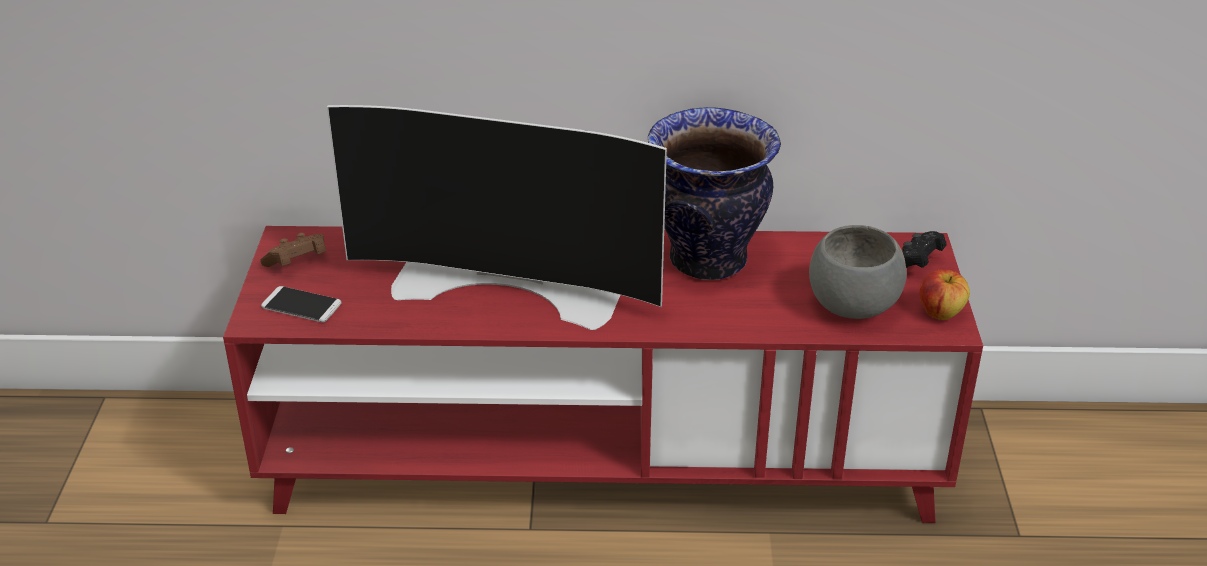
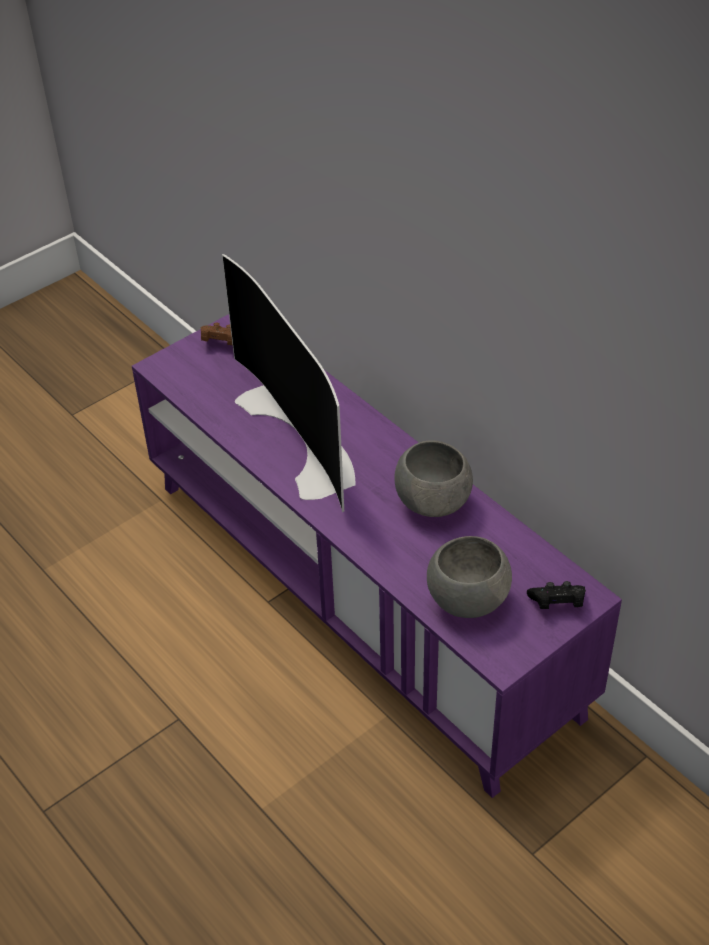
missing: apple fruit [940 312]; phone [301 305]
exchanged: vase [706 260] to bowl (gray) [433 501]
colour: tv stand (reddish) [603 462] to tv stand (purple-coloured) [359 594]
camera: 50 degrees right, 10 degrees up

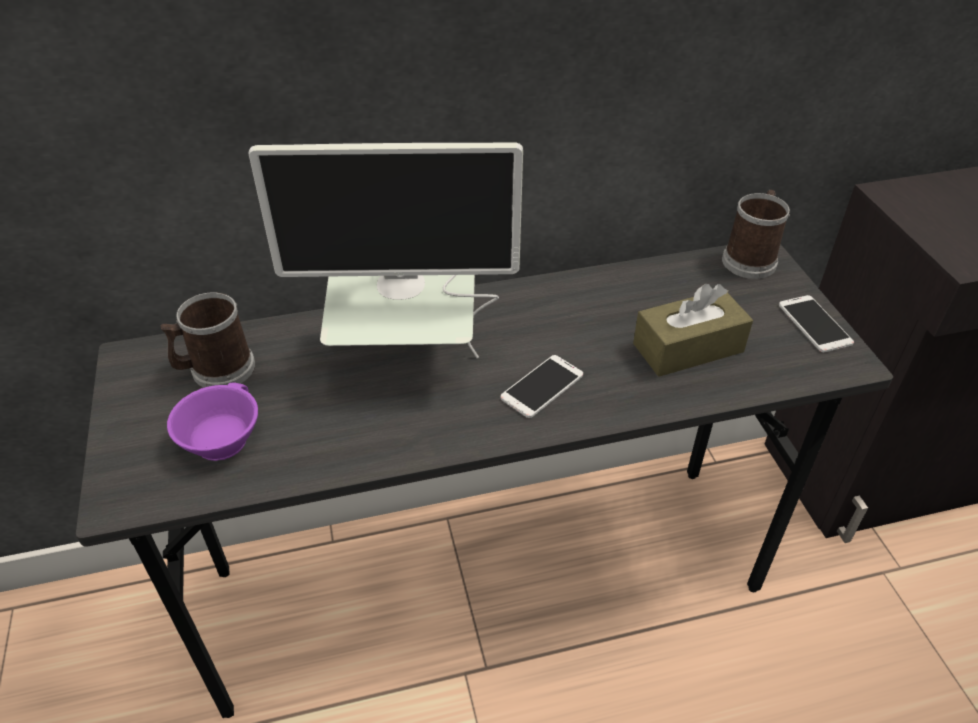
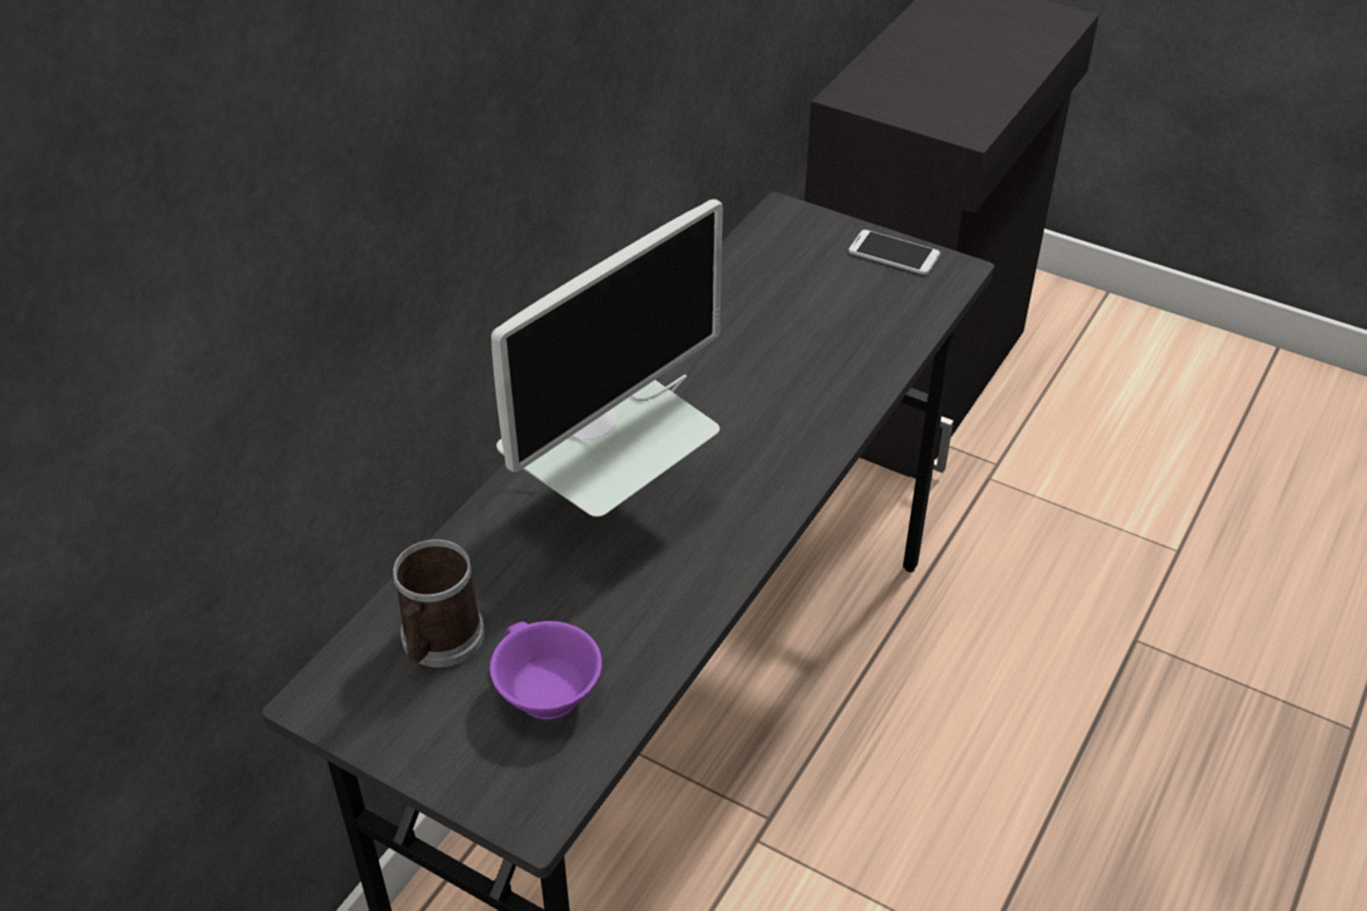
missing: coffee mug [750 258]; tissue holder (brown-coloured) [688 348]; phone [542 386]
camera: 45 degrees left, 0 degrees up

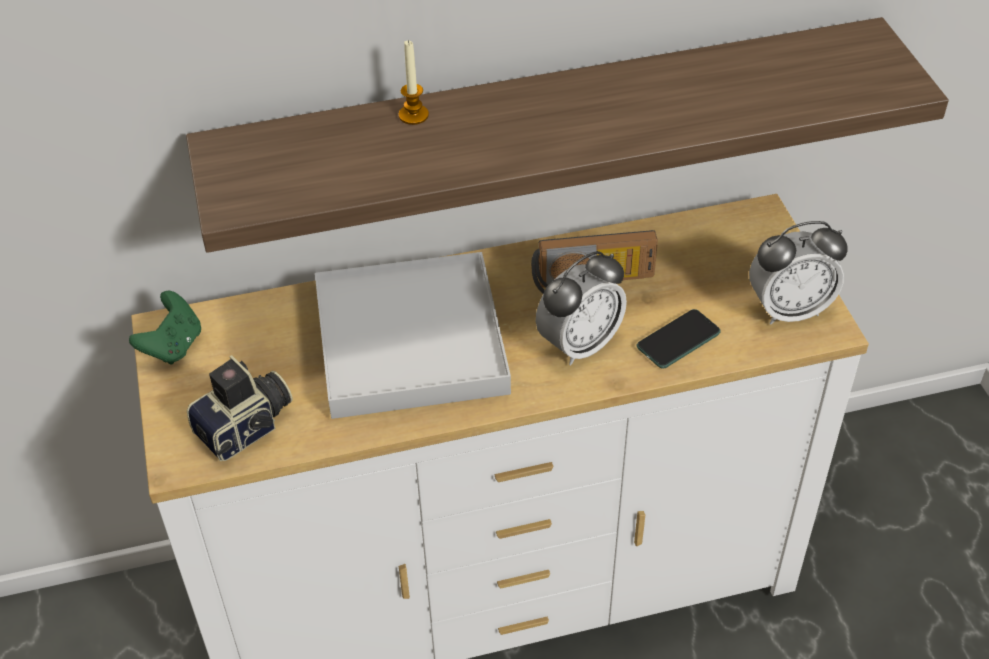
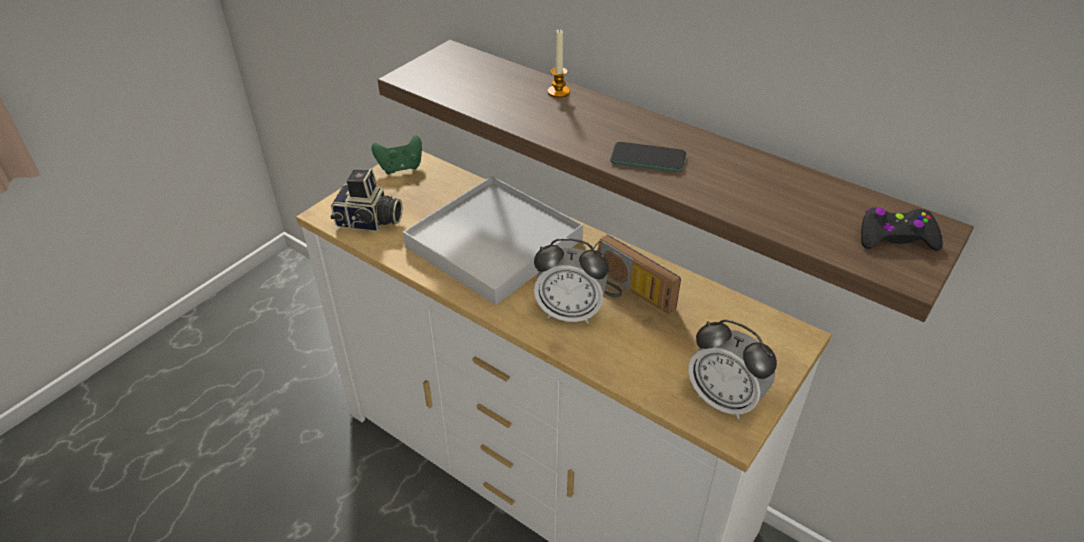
appeared: gamepad (blackish) [895 238]
relocated: phone [678 340] to [648 158]
camera: 50 degrees right, 5 degrees down

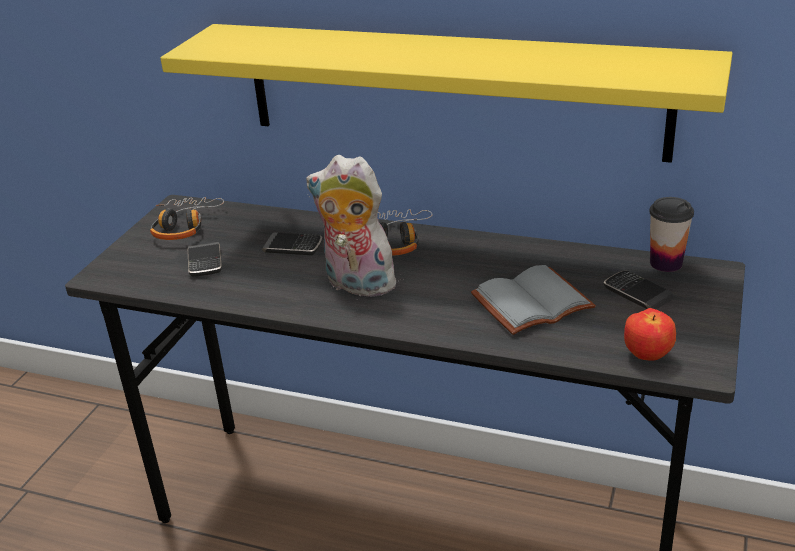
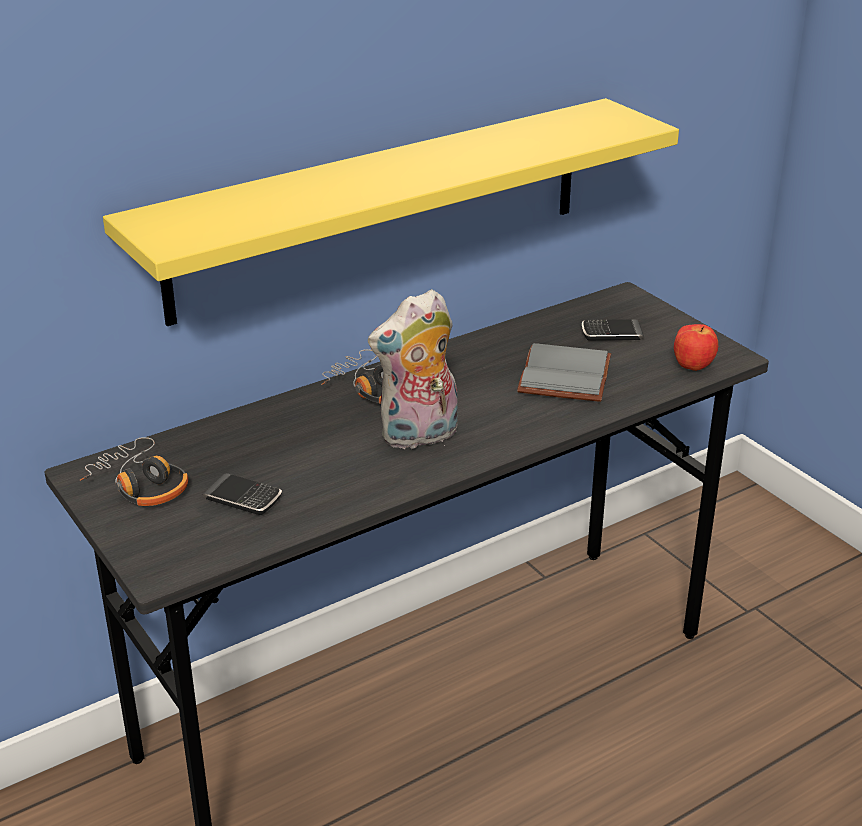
missing: drinking cup [666 263]; phone [293 247]
camera: 55 degrees left, 0 degrees up

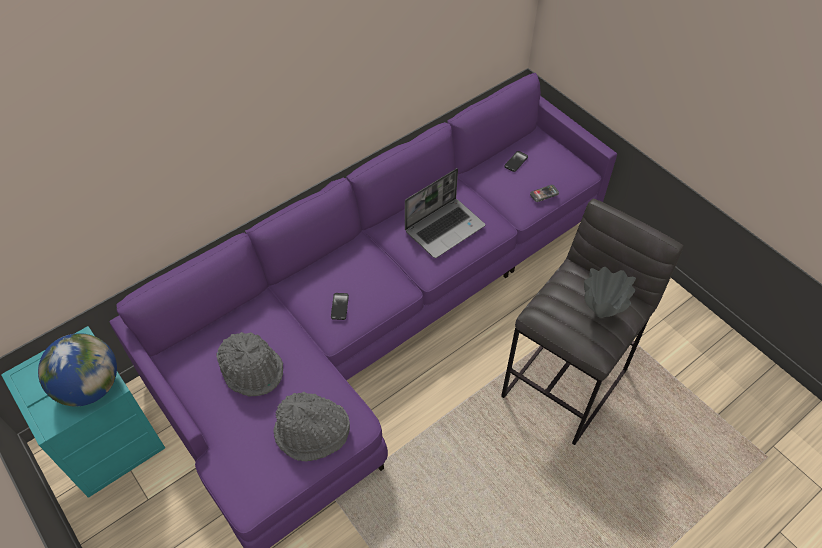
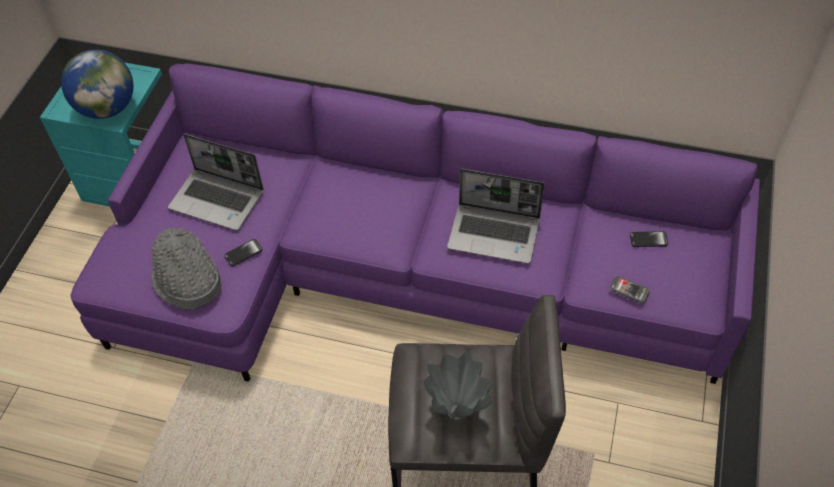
relocated: phone [339 306] to [243 253]
exchanged: hat (gray) [252 369] to portable computer [218 200]
camera: 55 degrees right, 0 degrees up

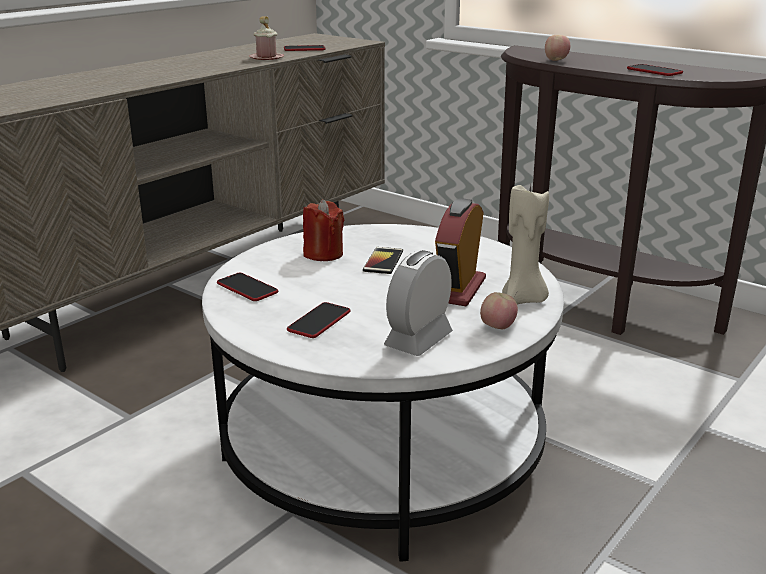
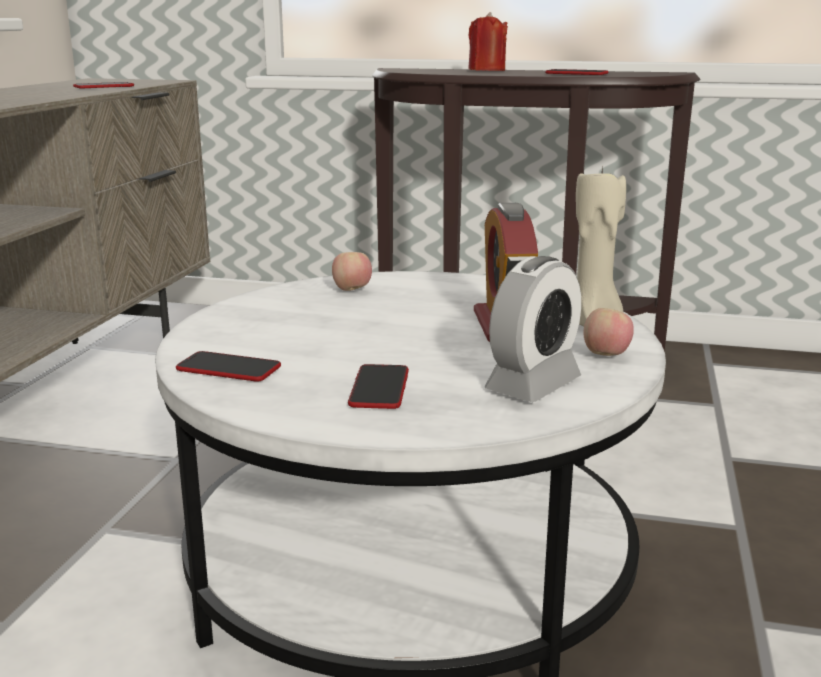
missing: coffee mug (pink-coloured) [266 58]; phone [383 261]
relocated: apple fruit [556 60] to [352 290]; wax candle (reddish) [323 254] to [486 70]
spun: table clock [418 340] = [533 385] 150 degrees counterclockwise
camera: 25 degrees left, 5 degrees down

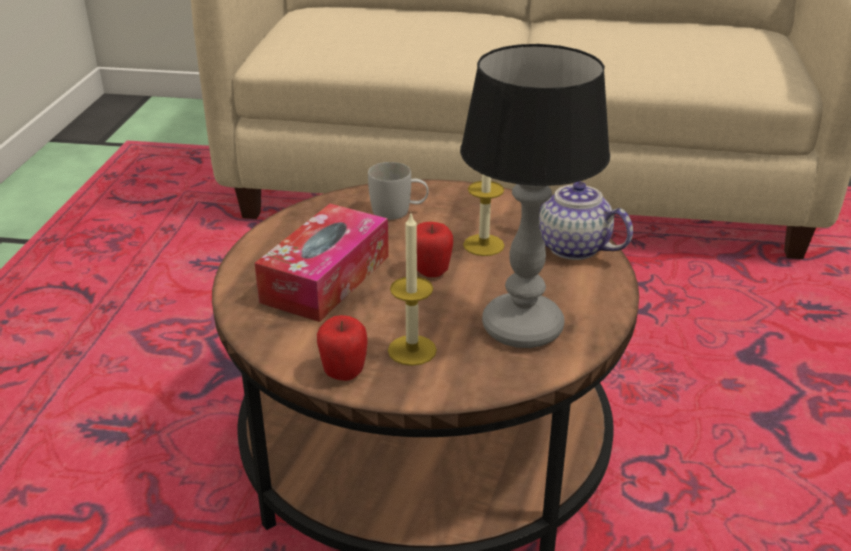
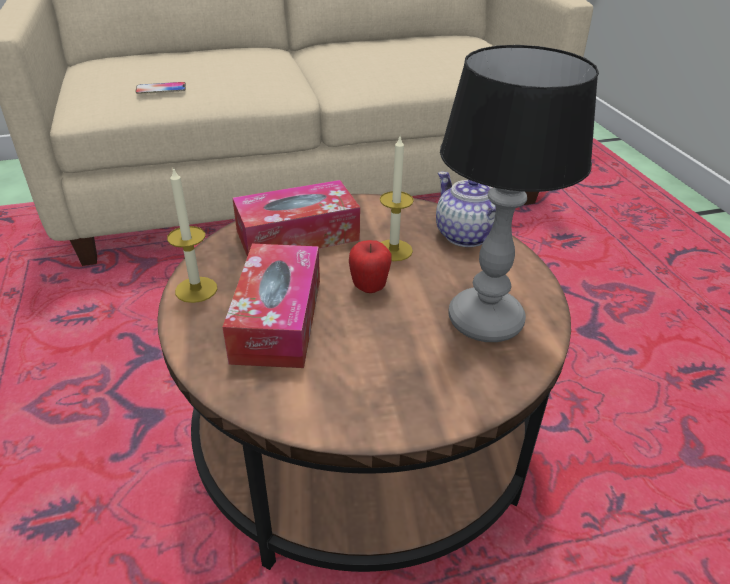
missing: apple fruit [344 373]
appeared: phone [161 89]
relocated: wax candle [412 350] to [196 289]
exchanged: coffee mug (white) [398 212] to tissue holder [297 235]
spun: teapot [572 247] = [464 235] 45 degrees clockwise
camera: 25 degrees left, 5 degrees up

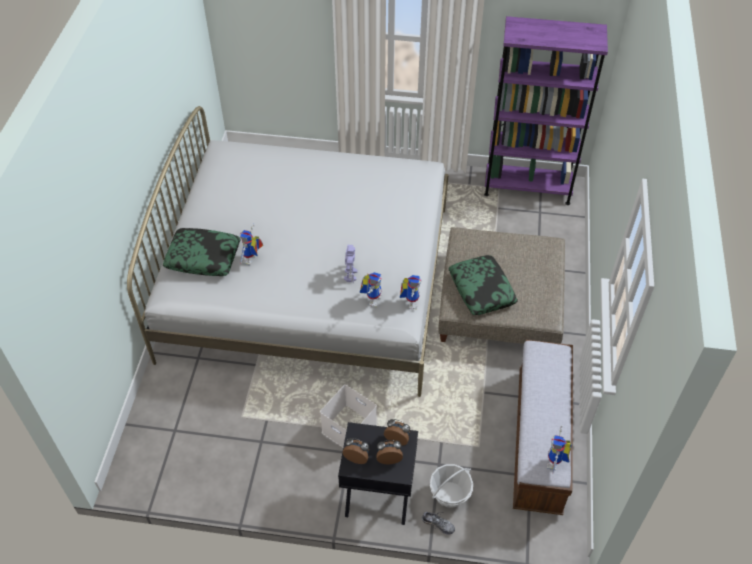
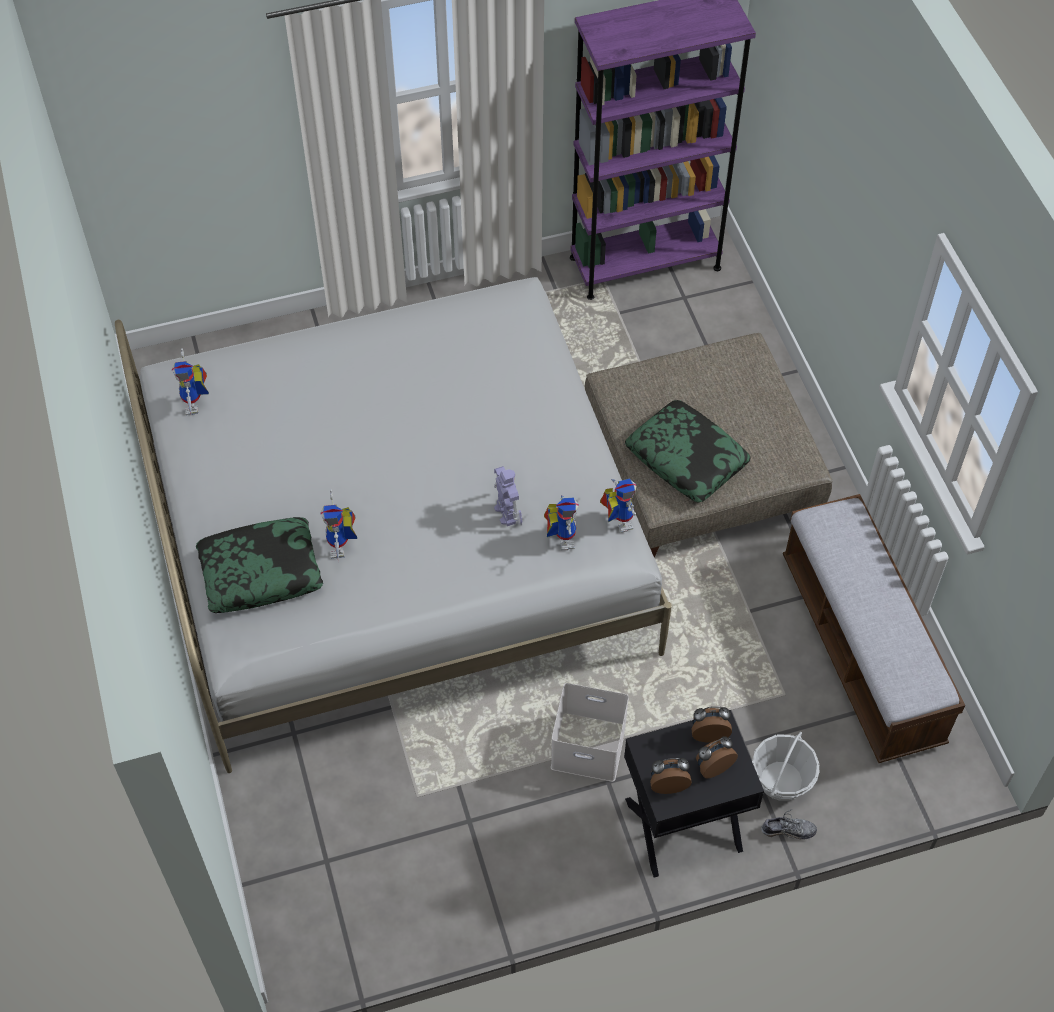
relocated: model robot [555 463] to [196 405]
camera: 25 degrees left, 5 degrees up

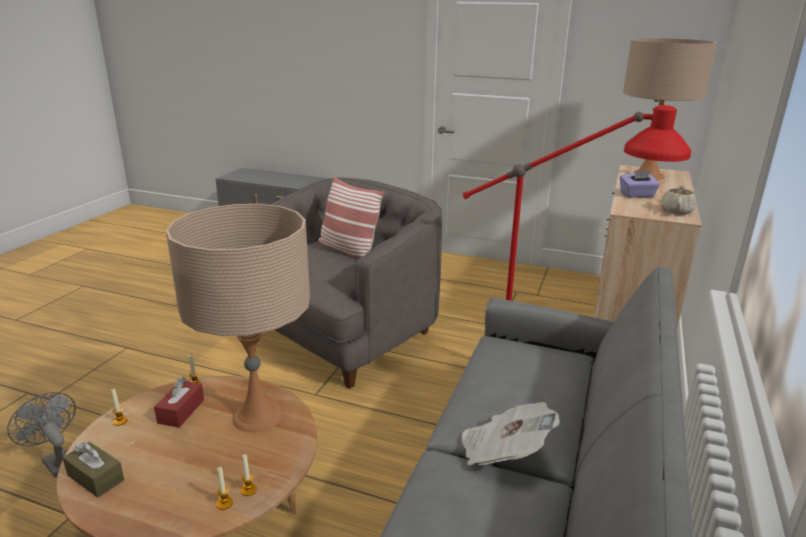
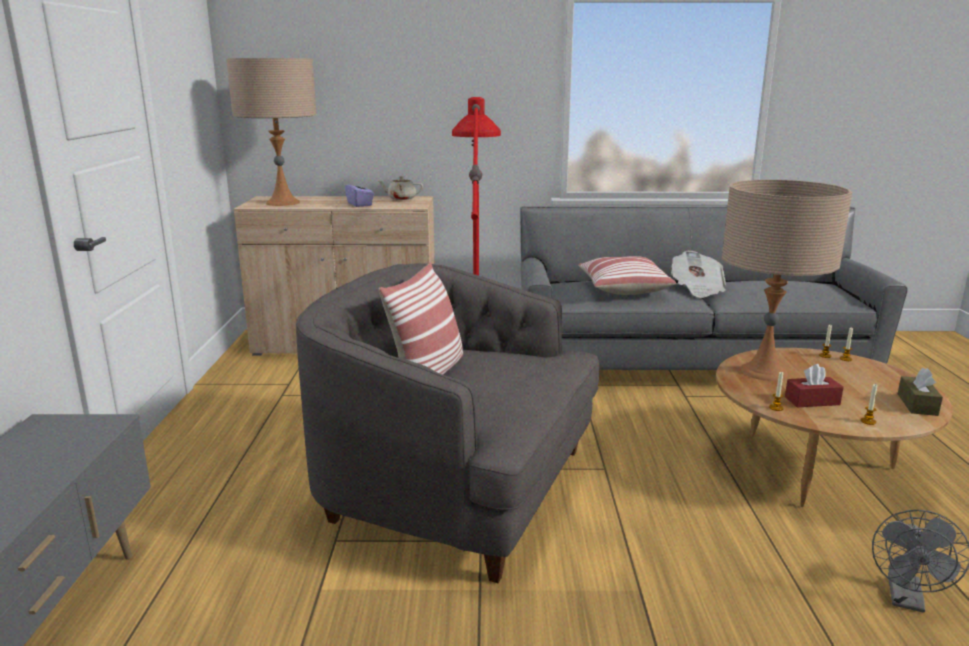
appeared: cushion [623 288]
camera: 110 degrees left, 5 degrees down

